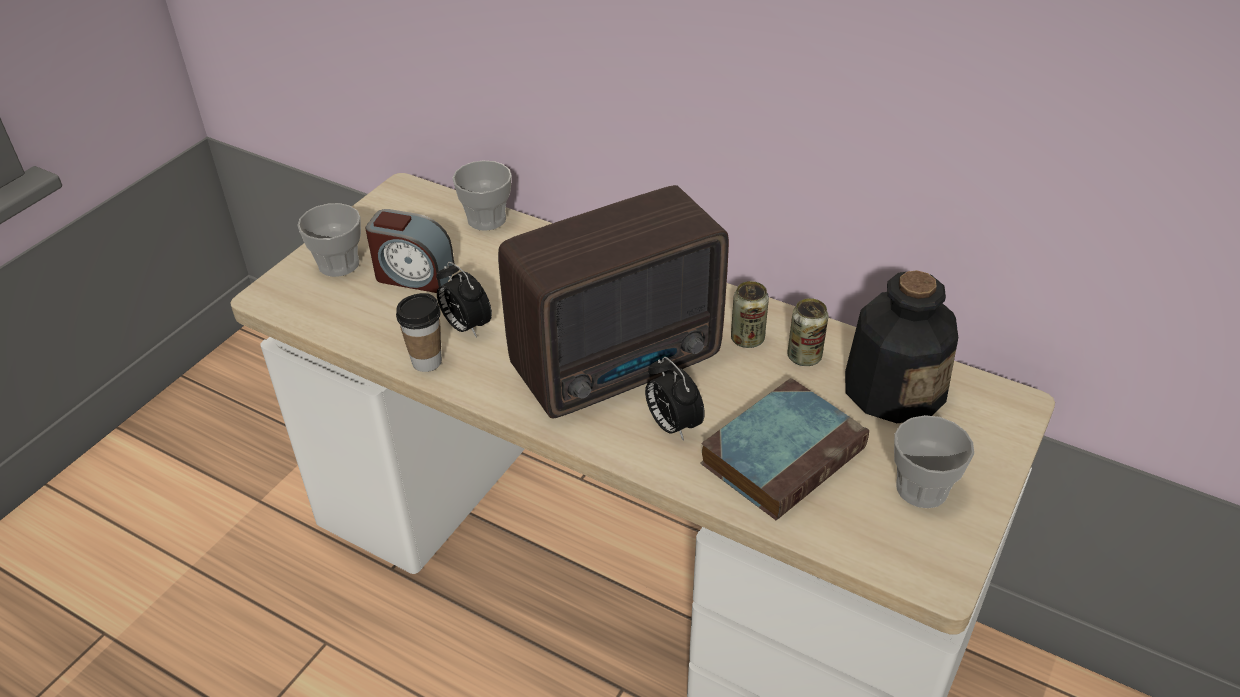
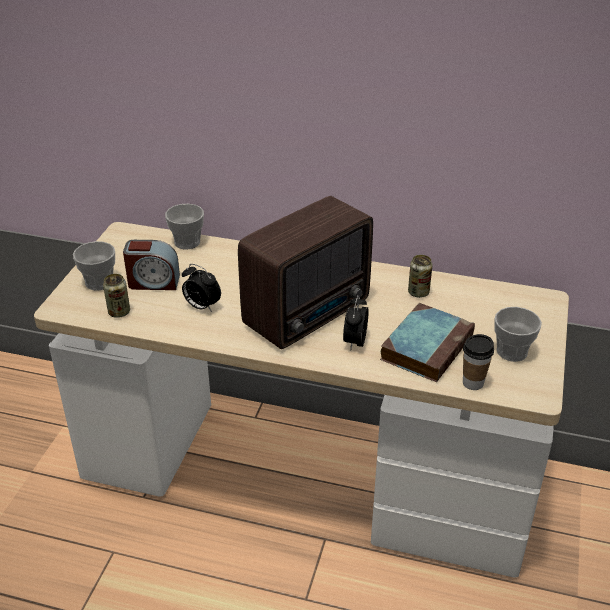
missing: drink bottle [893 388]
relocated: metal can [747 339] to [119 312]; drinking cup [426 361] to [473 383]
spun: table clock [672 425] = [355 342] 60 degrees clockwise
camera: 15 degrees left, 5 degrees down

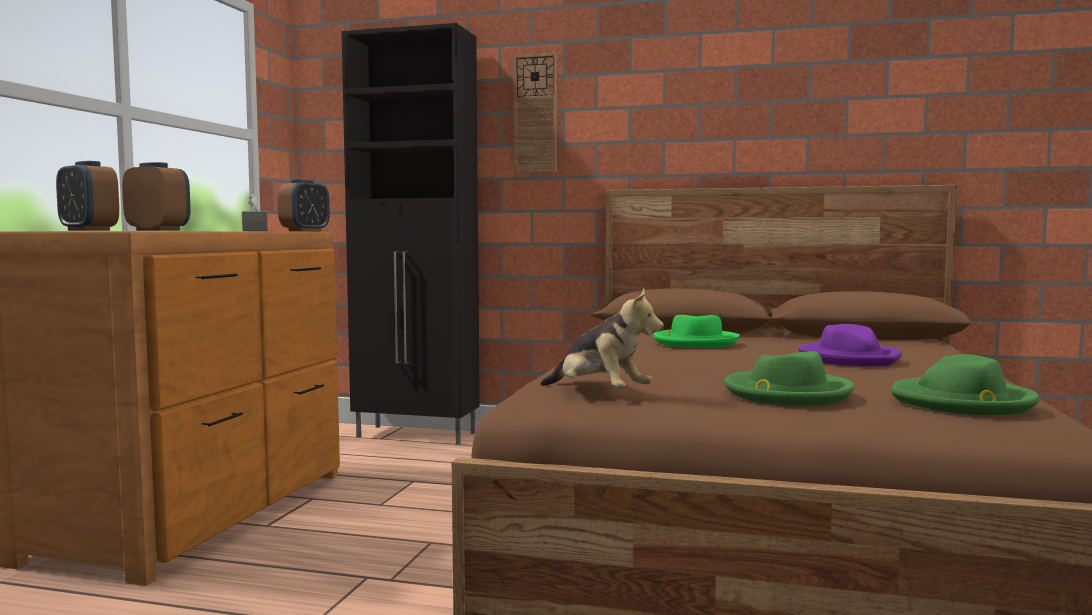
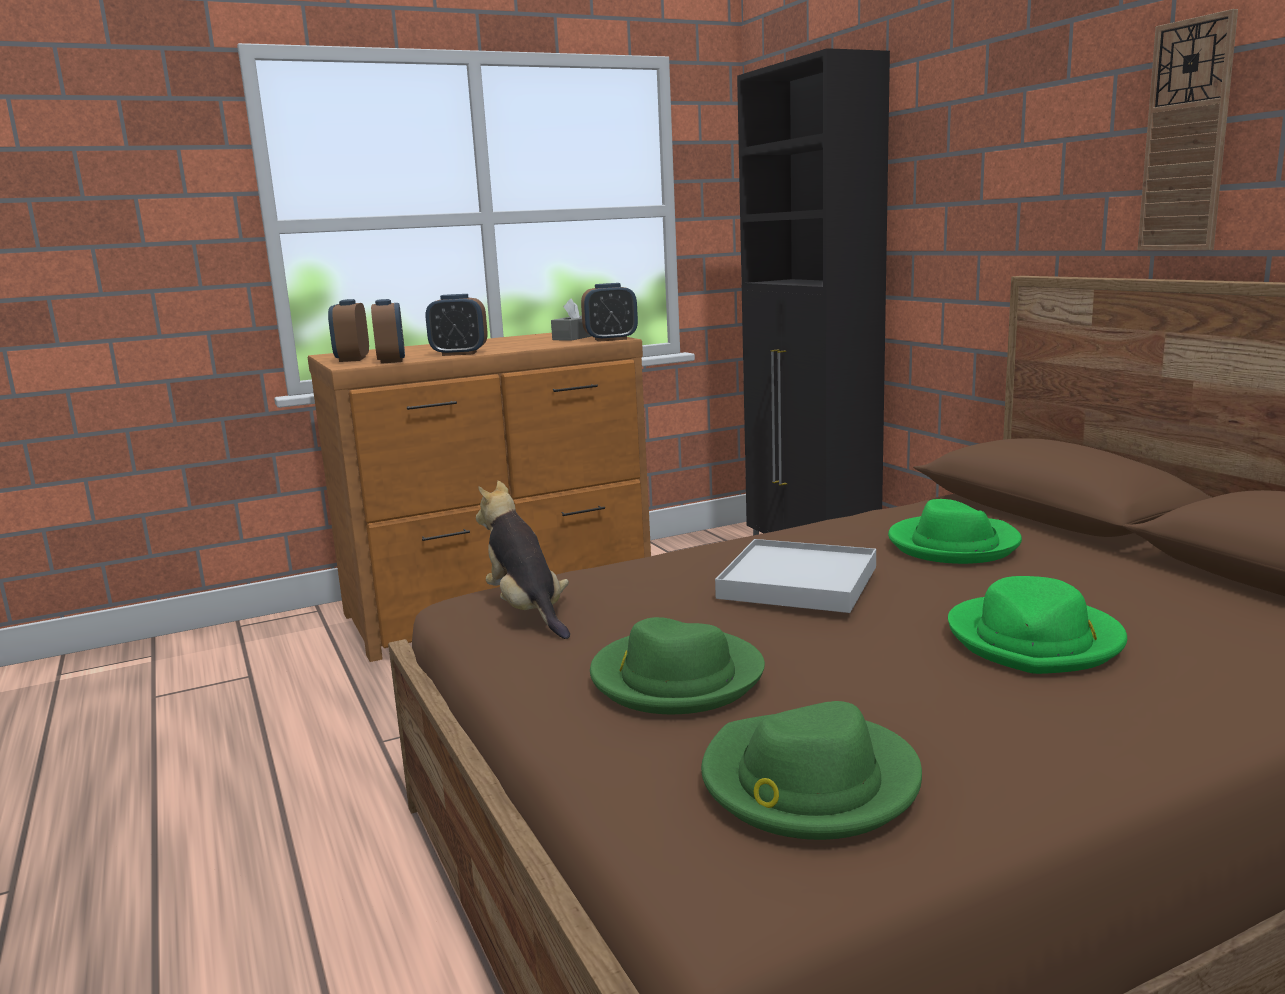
appeared: table clock [459 354]; serving tray (white) [798 582]
relocated: clock on the wall [535 114] to [1186 137]
colour: hat (purple-coloured) [849 359] to hat (green) [1035 640]
spun: cuddly toy [599 394] = [527 611] 150 degrees clockwise
camera: 50 degrees right, 10 degrees up

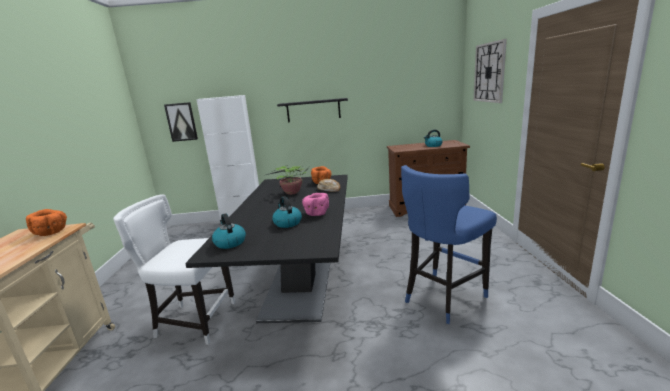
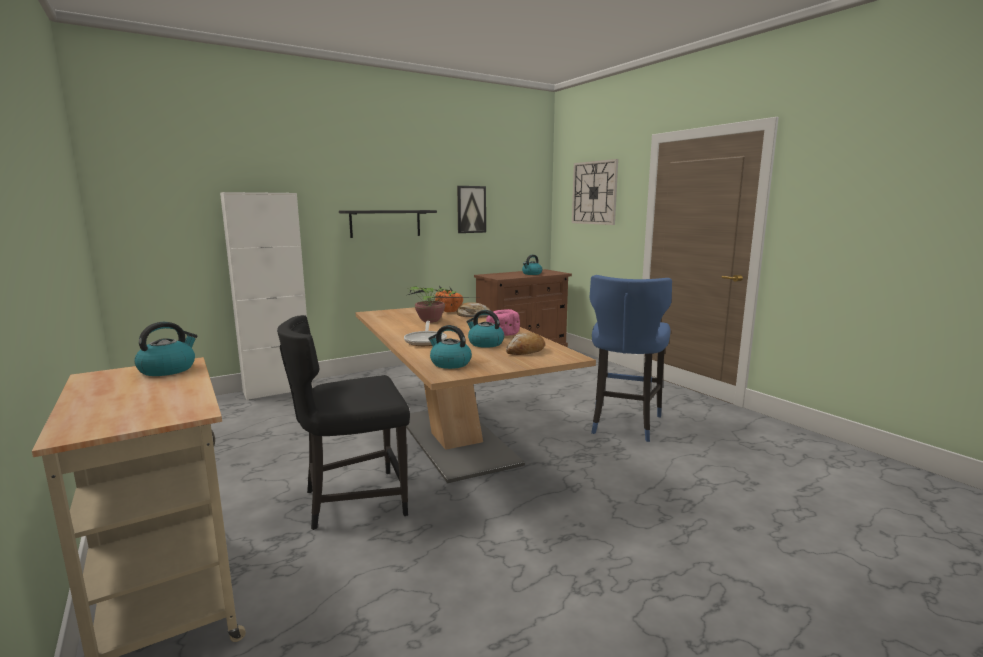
appeared: skillet [426 341]; bakery bread [525 351]
relocated: wall art [181 122] to [471 209]
exchanged: bowl (orange) [51 232] to kettle [168 369]
colour: dinner table (blackish) [299 284] to dinner table (beige) [455 440]; chair (white) [194 321] to chair (blackish) [353 501]
camera: 30 degrees left, 5 degrees down

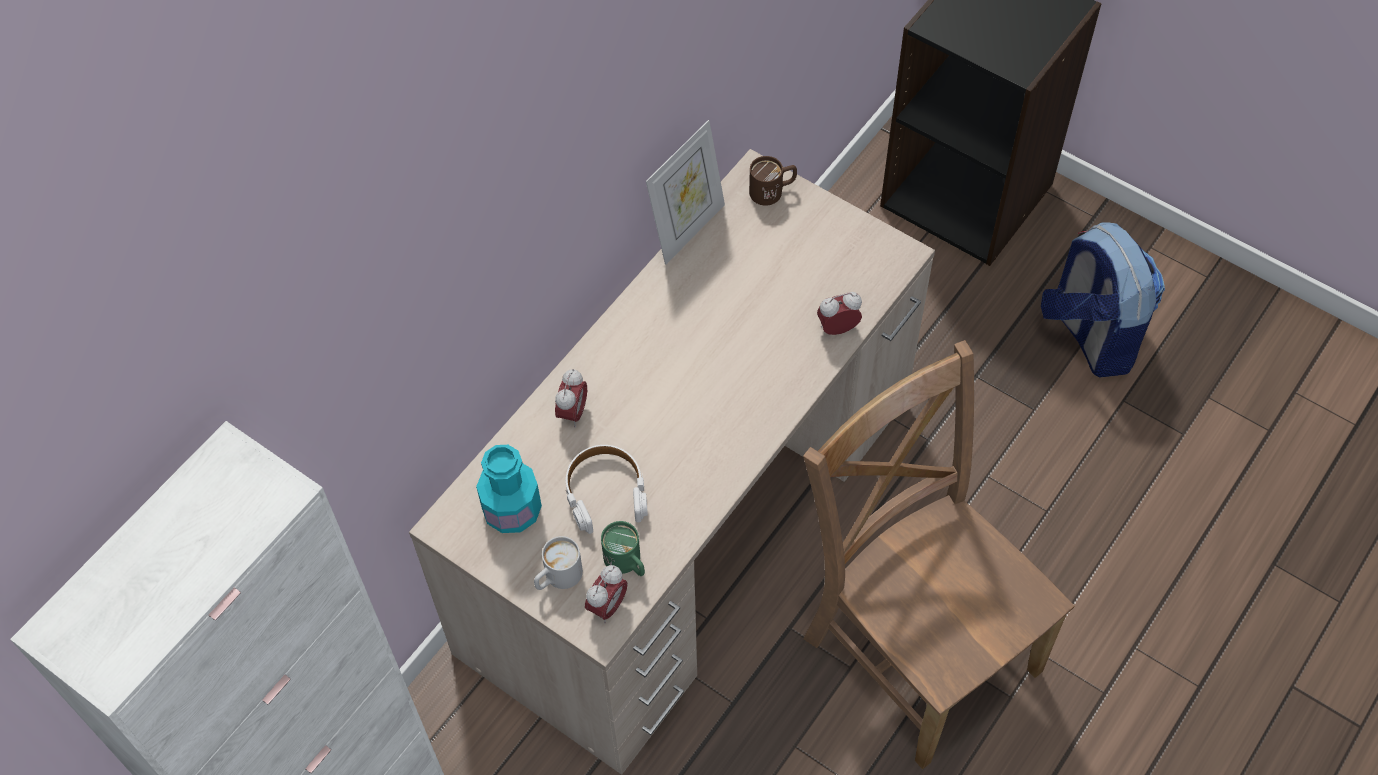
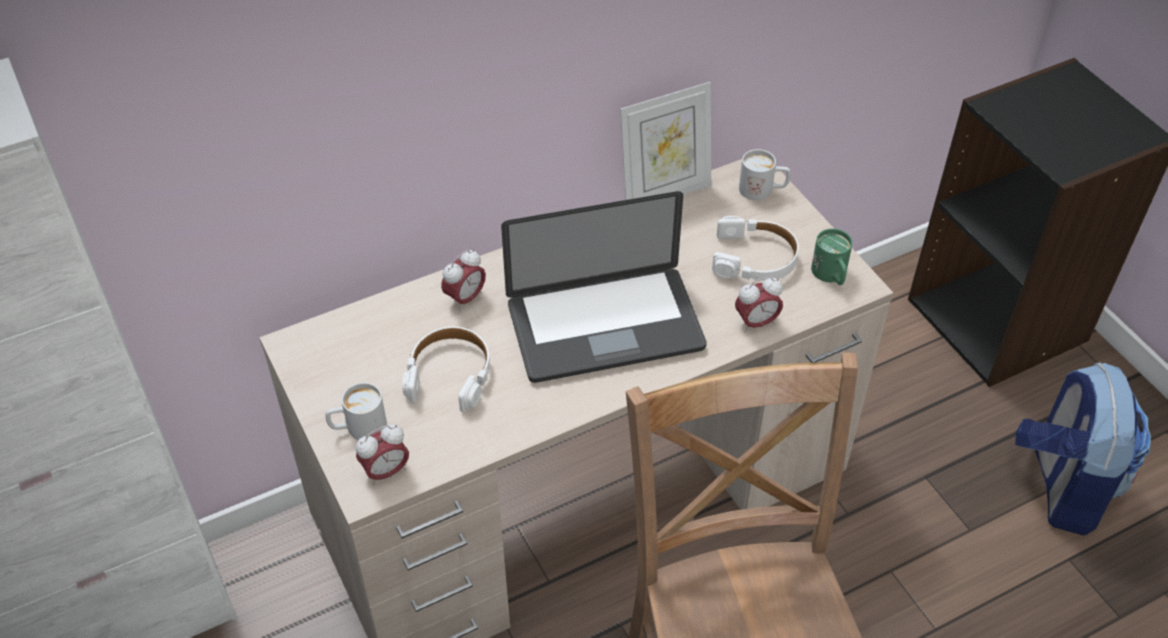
missing: drink bottle (blue-green) [512 510]
appeared: portable computer [605 326]; pair of headphones (white) [754 258]
relocated: coffee mug (green) [627 563] to [831 276]
colour: coffee mug (brown-coloured) [773 191] to coffee mug (white) [763 190]
spun: table clock [837 328] = [756 323] 150 degrees clockwise
camera: 25 degrees right, 10 degrees down

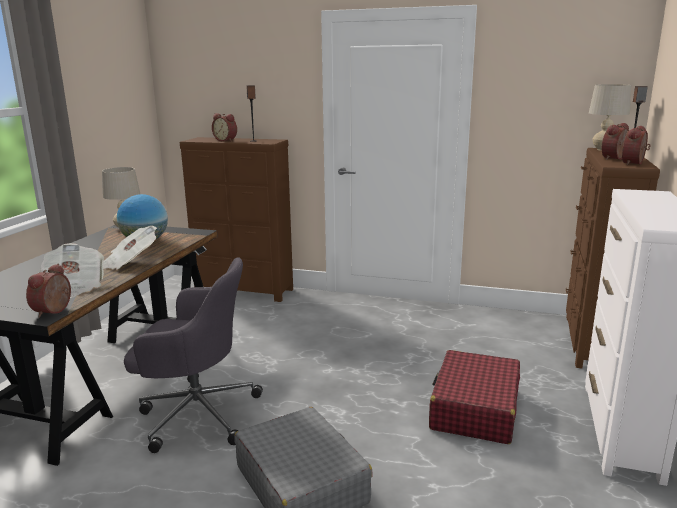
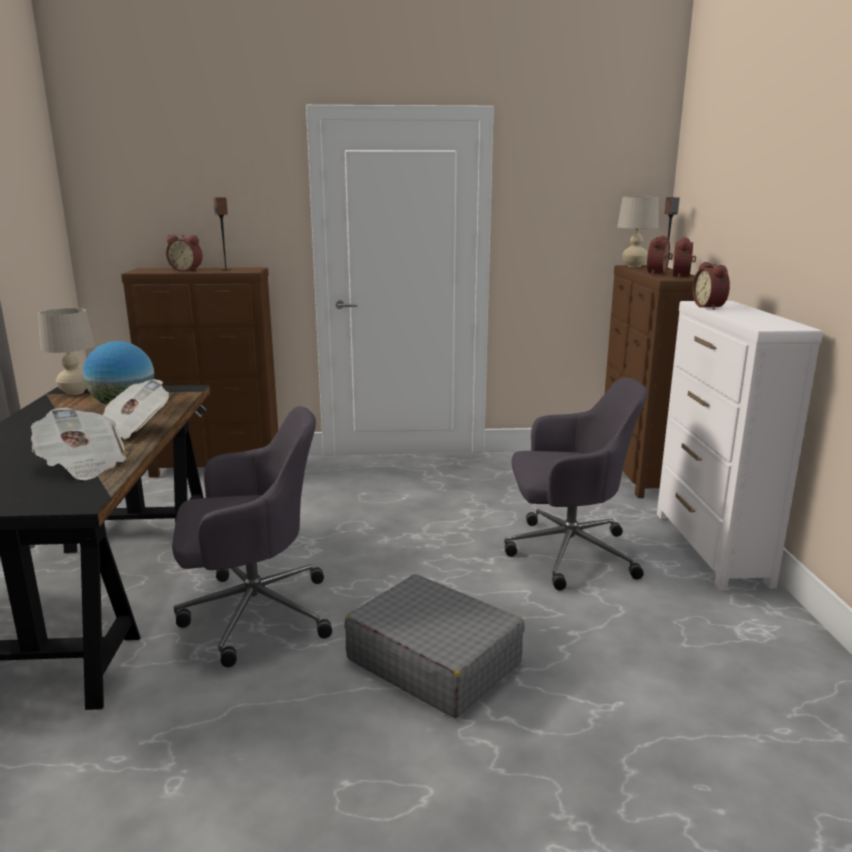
relocated: table clock [55 311] to [710 307]
exchanged: piece of luggage (reddish) [474 409] to desk chair (gray) [566 553]
camera: 20 degrees left, 0 degrees up

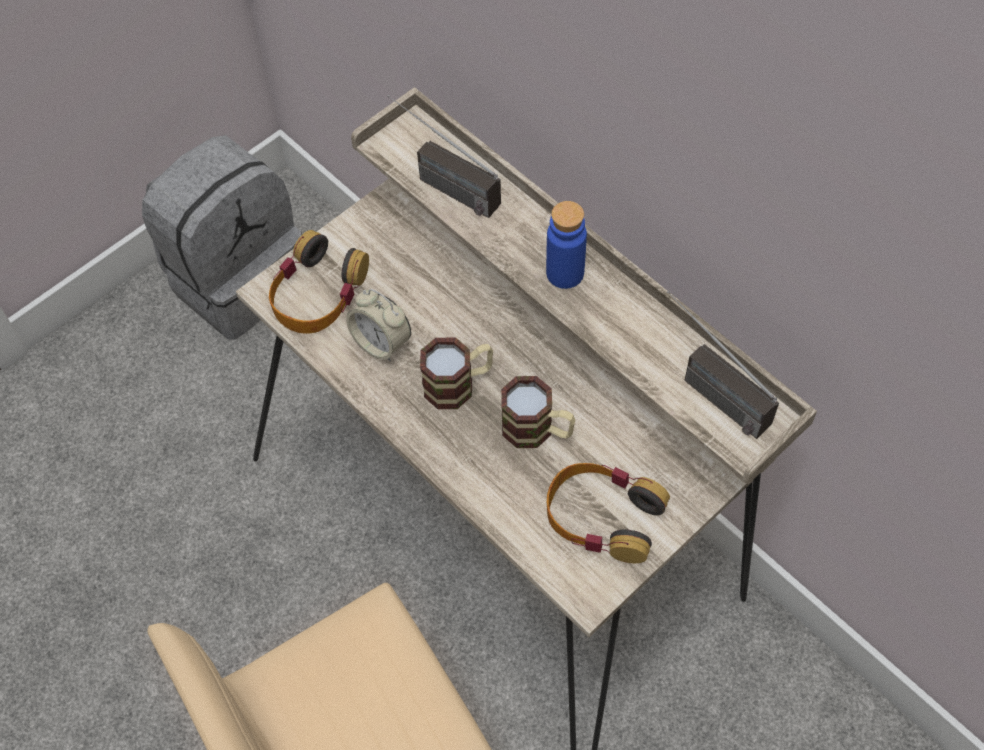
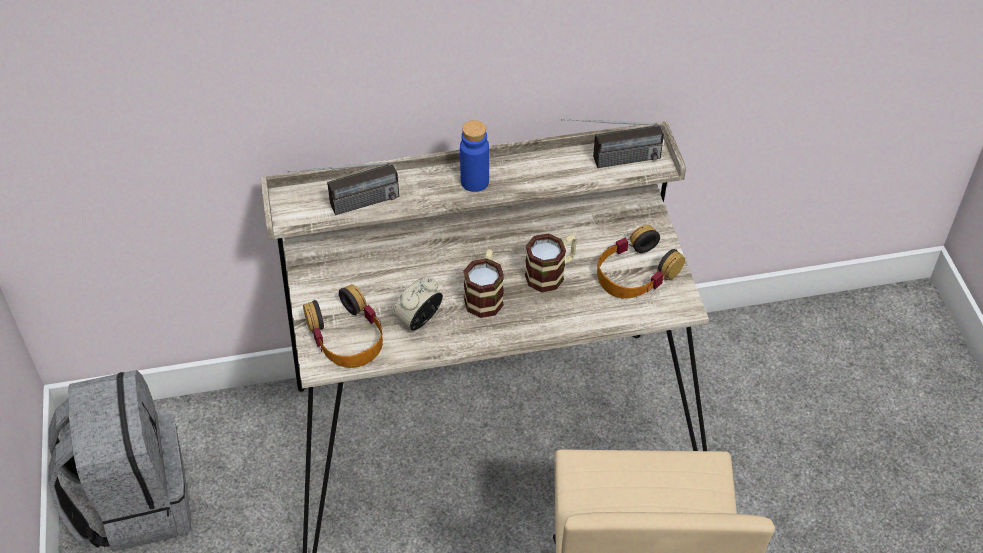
spun: table clock [381 343] = [419 320] 150 degrees clockwise
camera: 60 degrees left, 10 degrees down

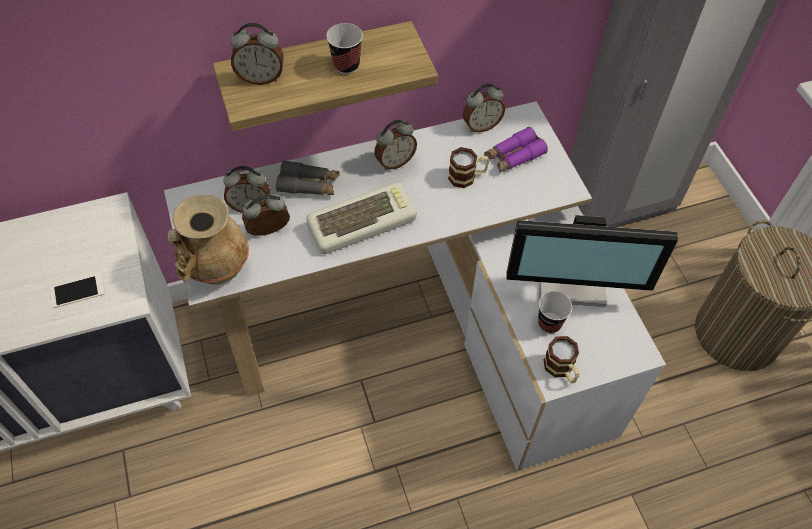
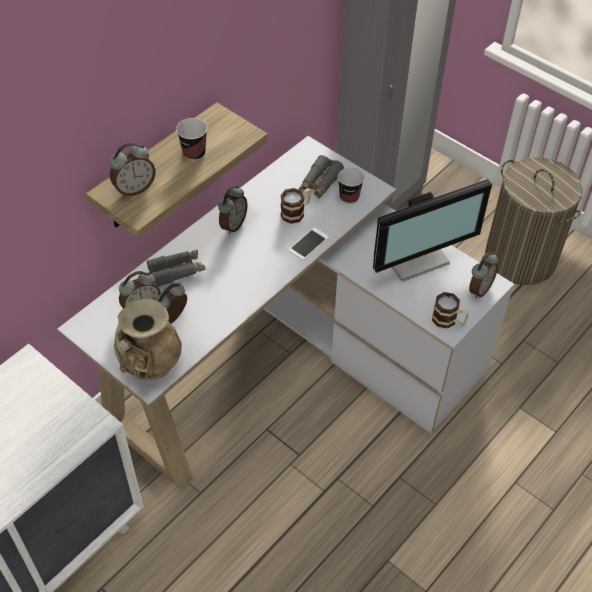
missing: computer keyboard [362 221]
relocated: table clock [481 126] to [479 289]; phone [77 291] to [308 244]; drinking cup [549 323] to [349 197]
colour: pair of binoculars (purple-coloured) [513 156] to pair of binoculars (gray) [320 183]
camera: 30 degrees left, 5 degrees down

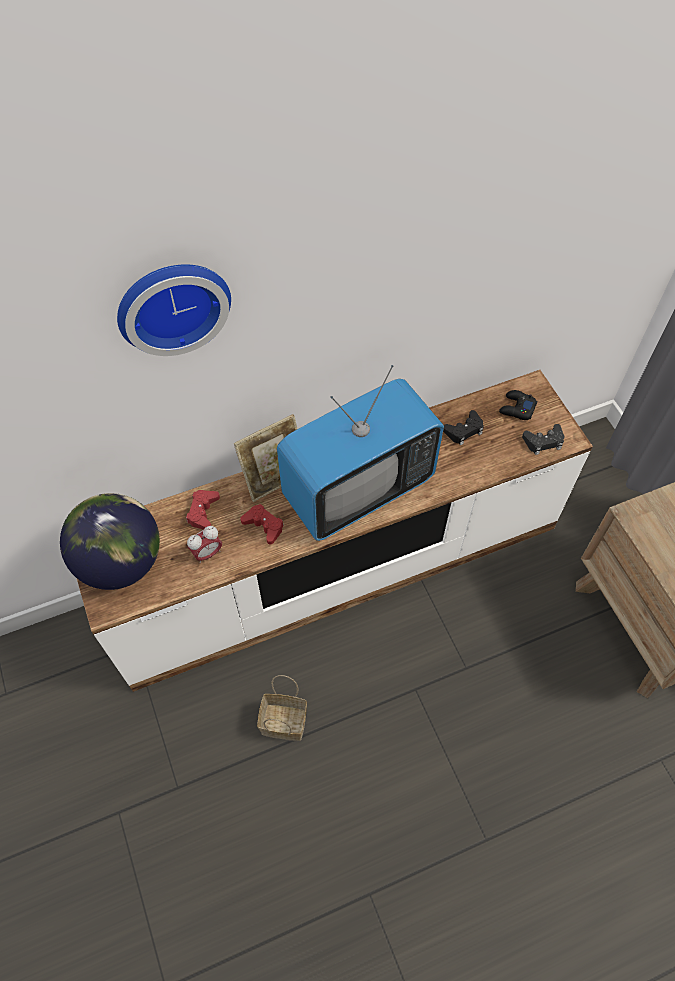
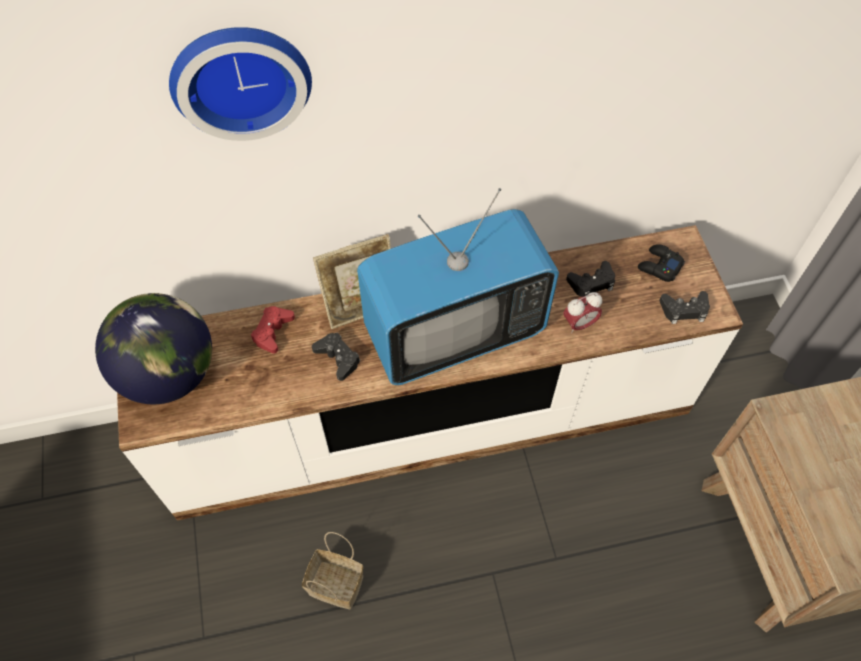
relocated: table clock [207 553] to [579 324]
colour: gamepad (reddish) [264 526] to gamepad (blackish) [338 358]
camera: 10 degrees right, 0 degrees up

